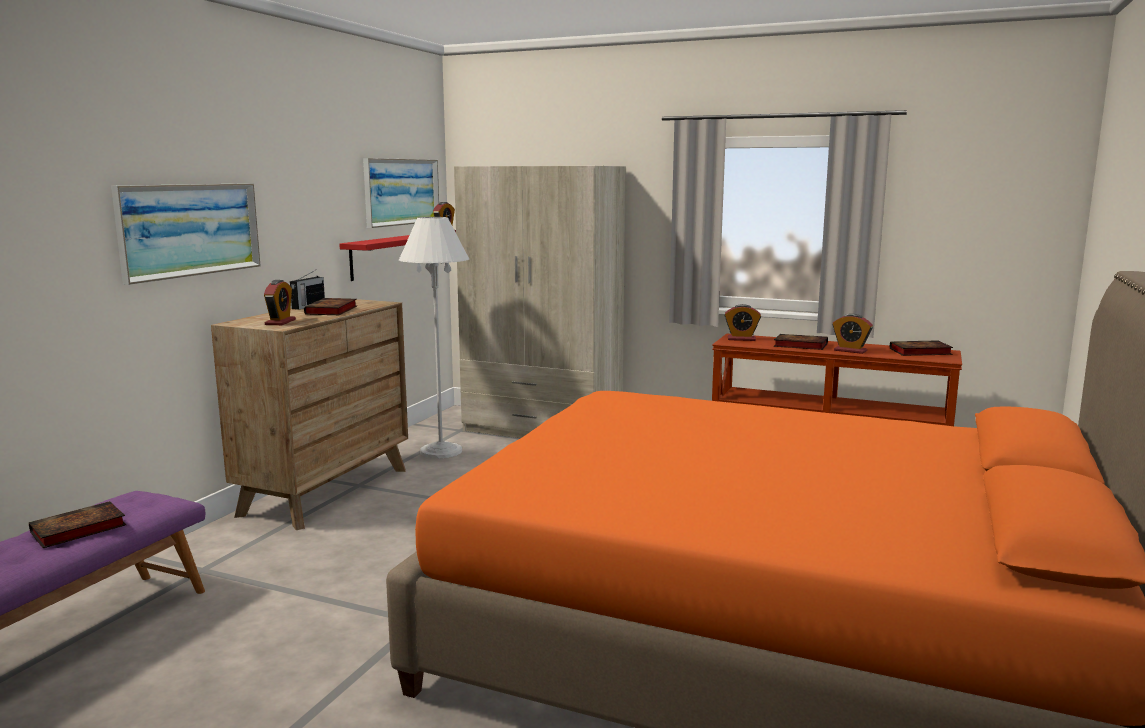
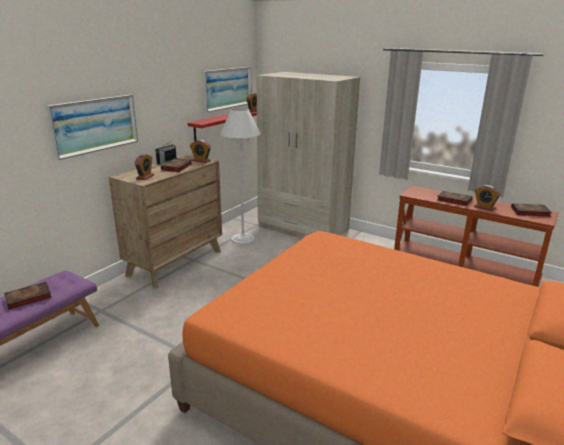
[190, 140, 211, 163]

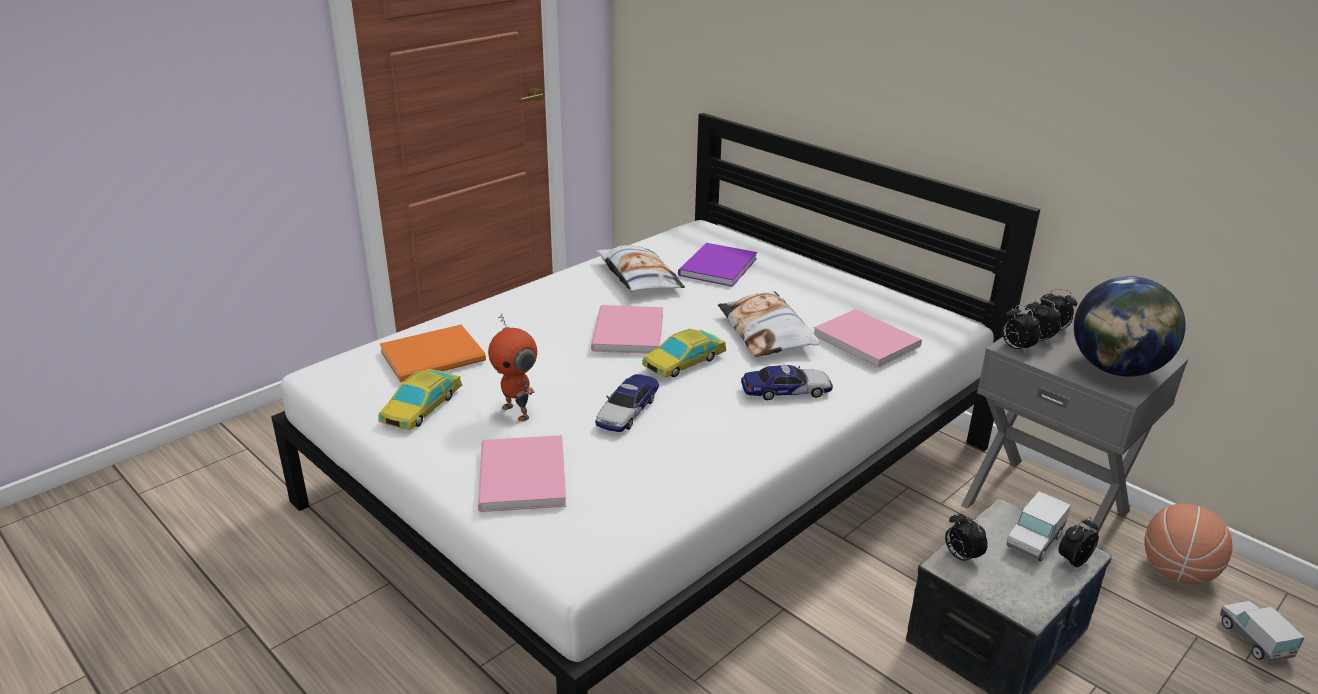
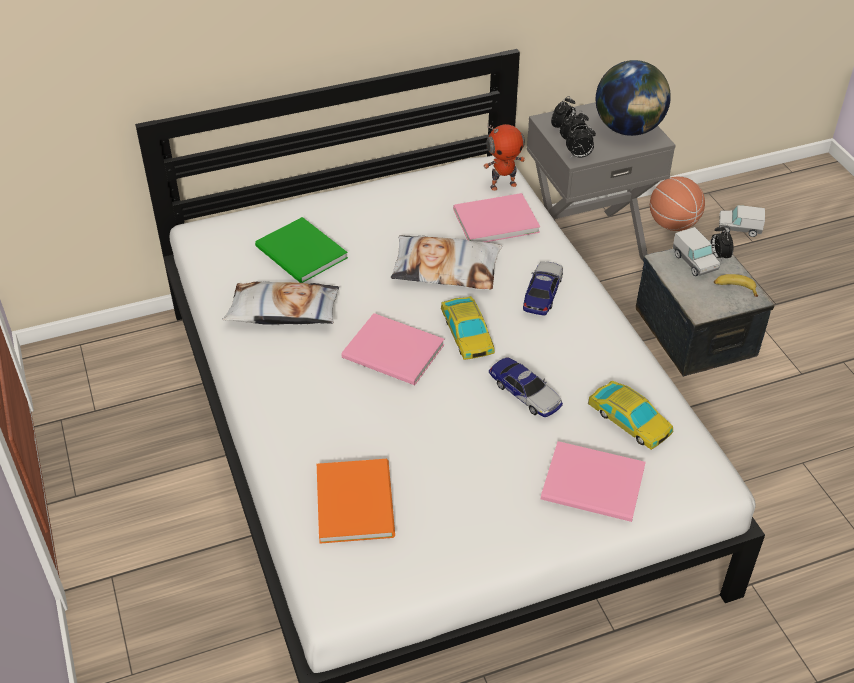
[255, 217, 348, 283]
[483, 123, 525, 191]
[588, 381, 673, 450]
[945, 511, 988, 566] (first image)
[714, 274, 758, 297]

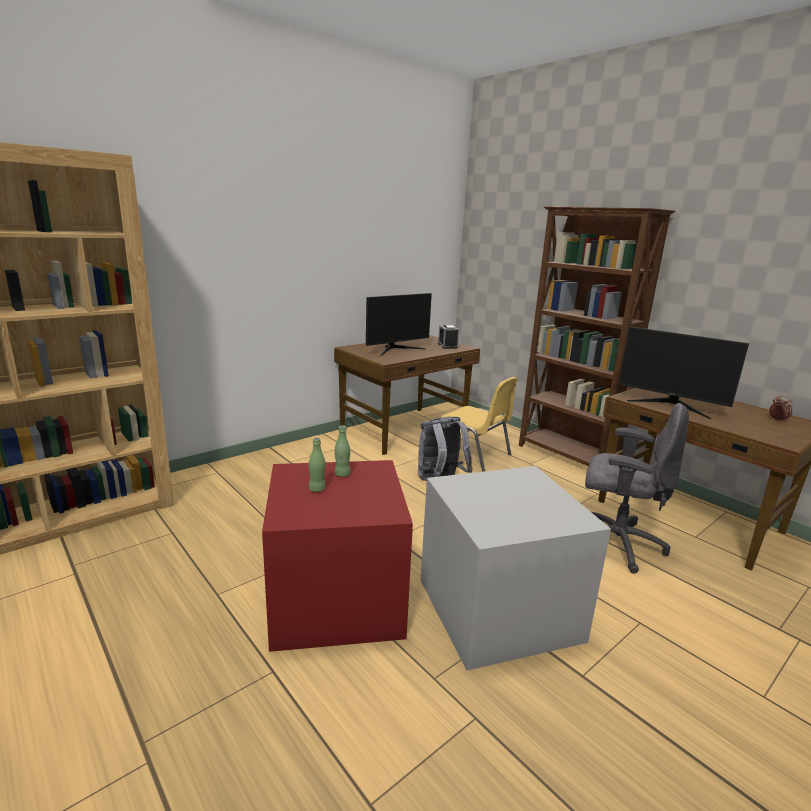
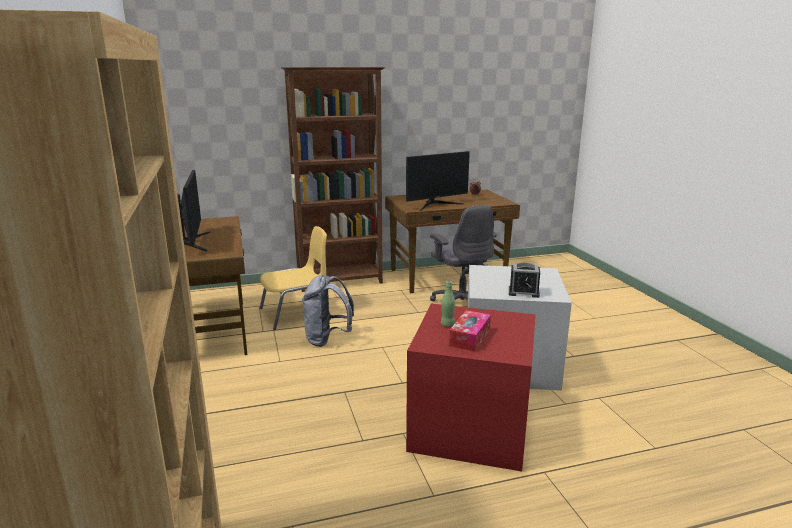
[509, 263, 540, 298]
[430, 205, 497, 301]
[449, 310, 491, 351]

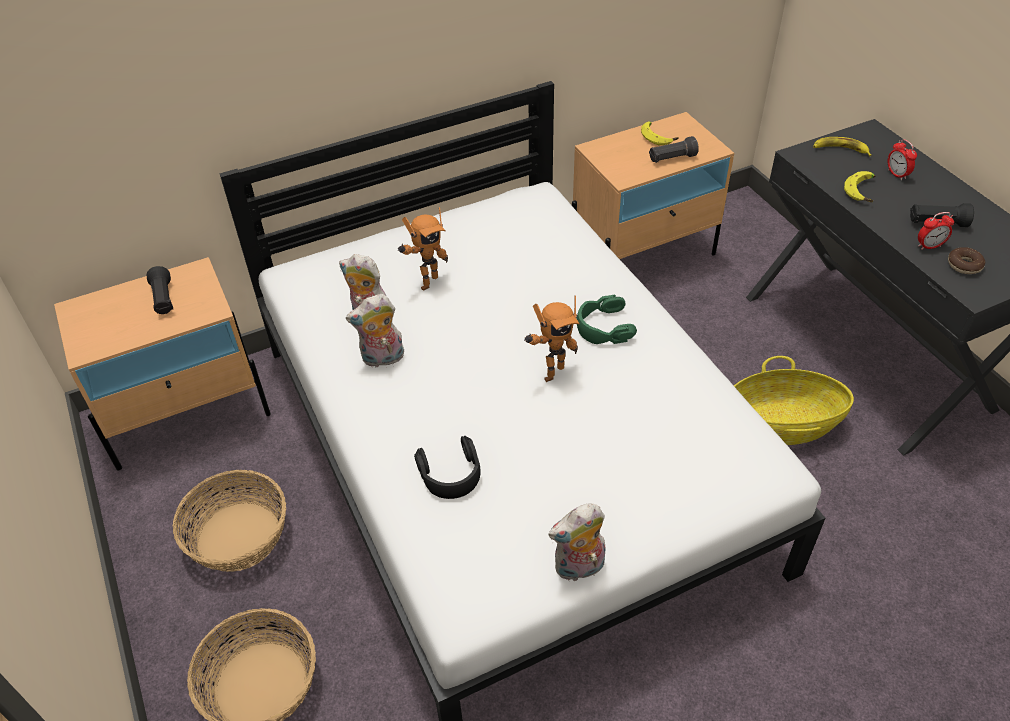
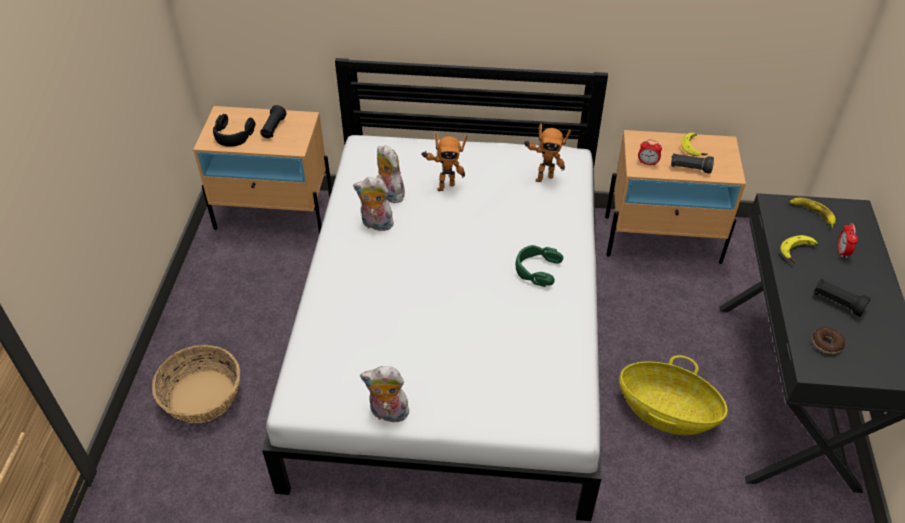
[638, 139, 662, 166]
[523, 124, 571, 182]
[213, 114, 255, 147]
[173, 470, 286, 572] (first image)

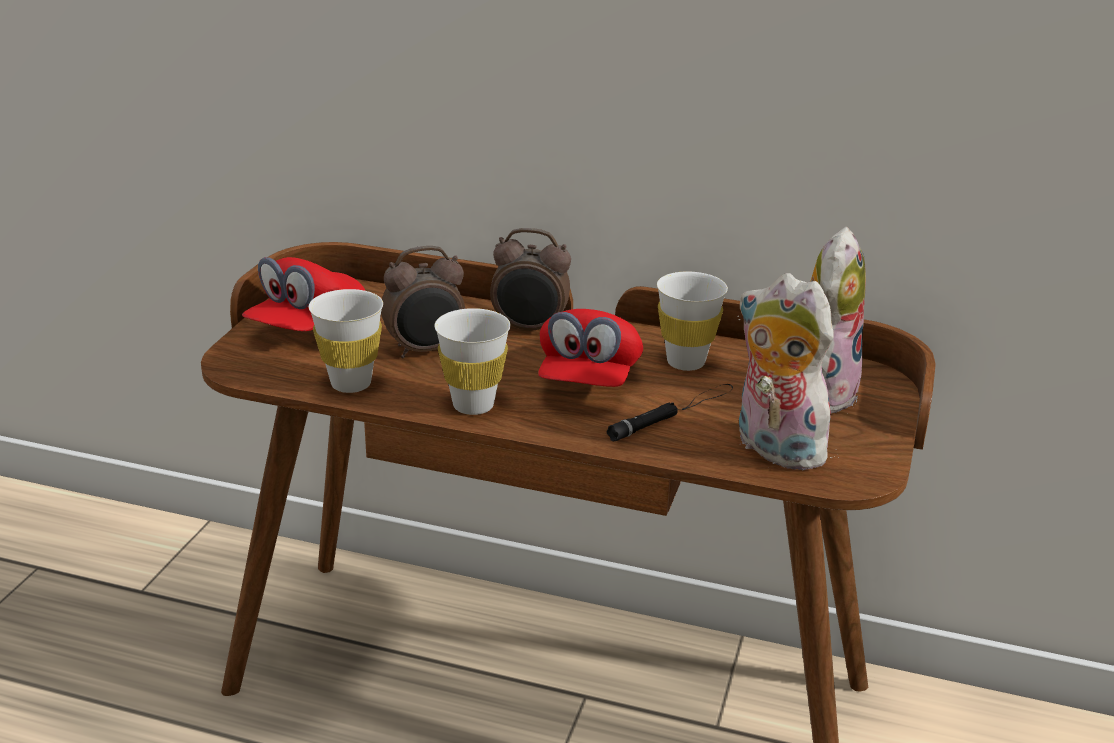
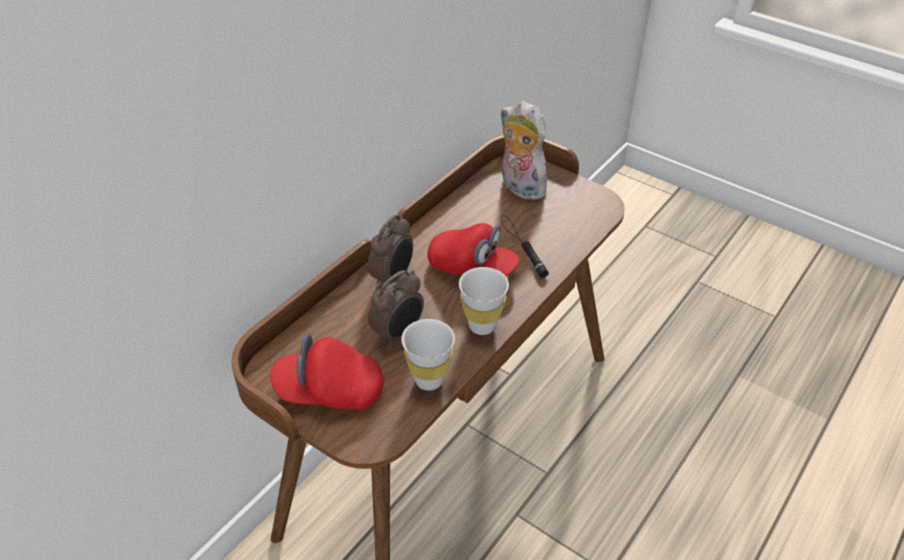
[368, 270, 424, 347]
[270, 333, 384, 410]
[657, 271, 728, 371] (first image)
[738, 273, 839, 471] (first image)

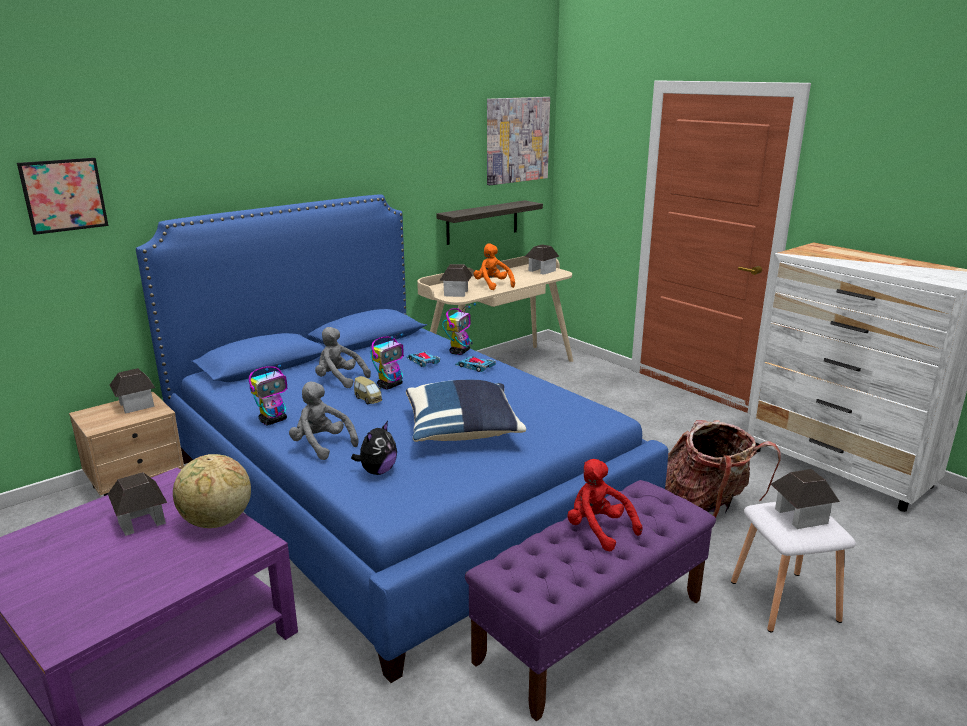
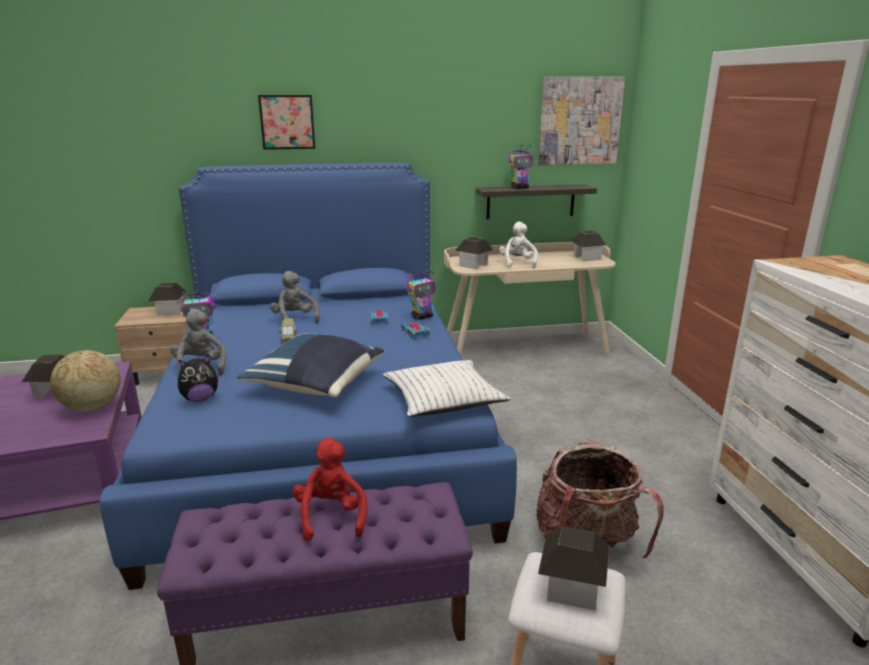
[258, 95, 315, 150]
[499, 222, 538, 268]
[509, 144, 533, 189]
[383, 360, 510, 417]

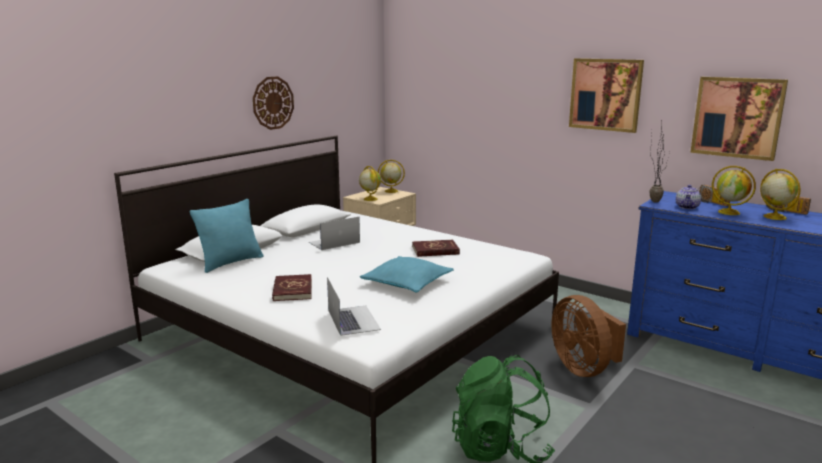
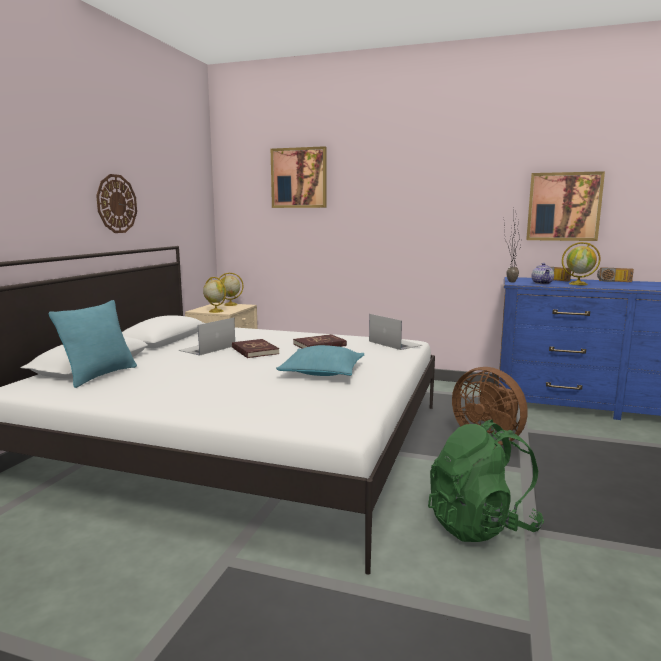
[271, 146, 327, 208]
[760, 169, 801, 220] (first image)
[232, 339, 279, 358]
[369, 314, 423, 350]

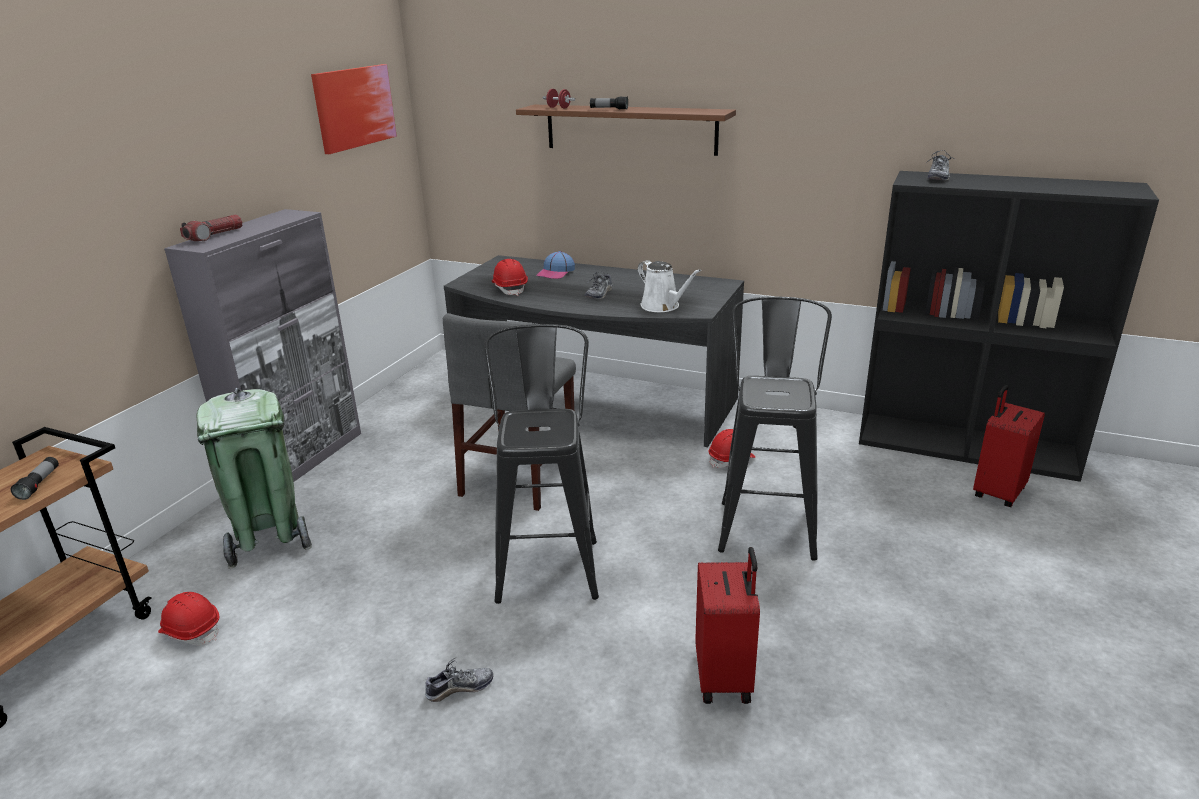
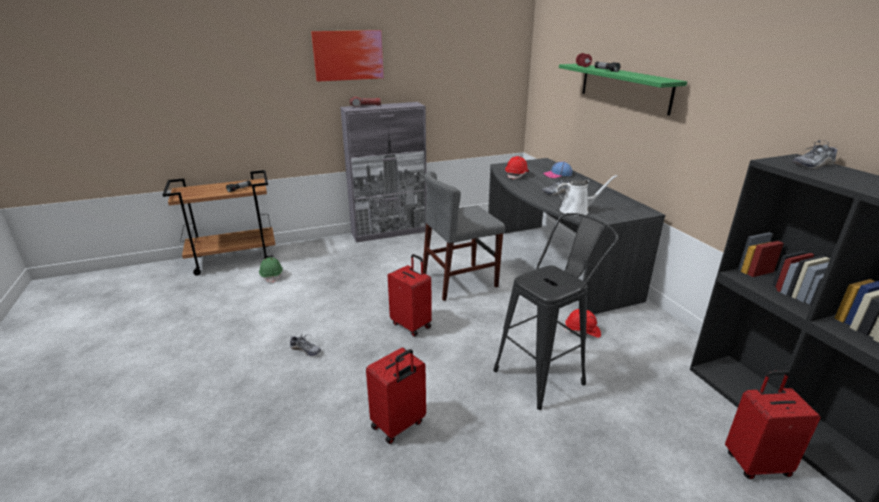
[311, 30, 384, 82]
[559, 64, 687, 115]
[556, 175, 618, 216]
[388, 254, 432, 337]
[196, 388, 312, 569] (first image)
[259, 257, 283, 283]

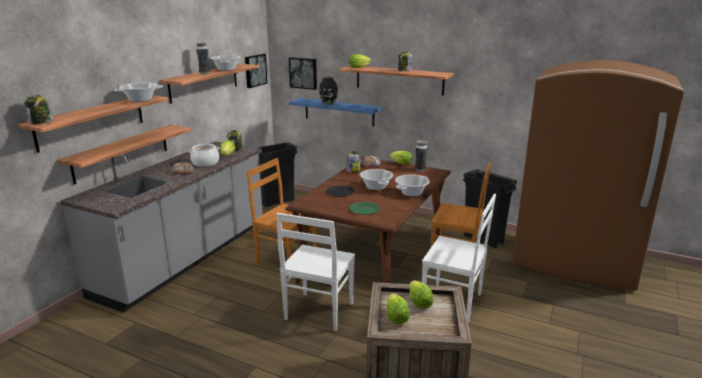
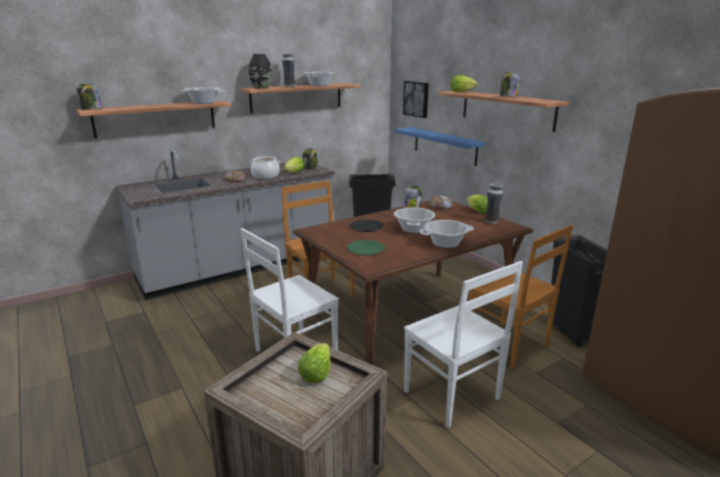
[245, 54, 268, 88] (first image)
[249, 54, 272, 89]
[58, 125, 191, 185] (first image)
[386, 293, 410, 324] (first image)

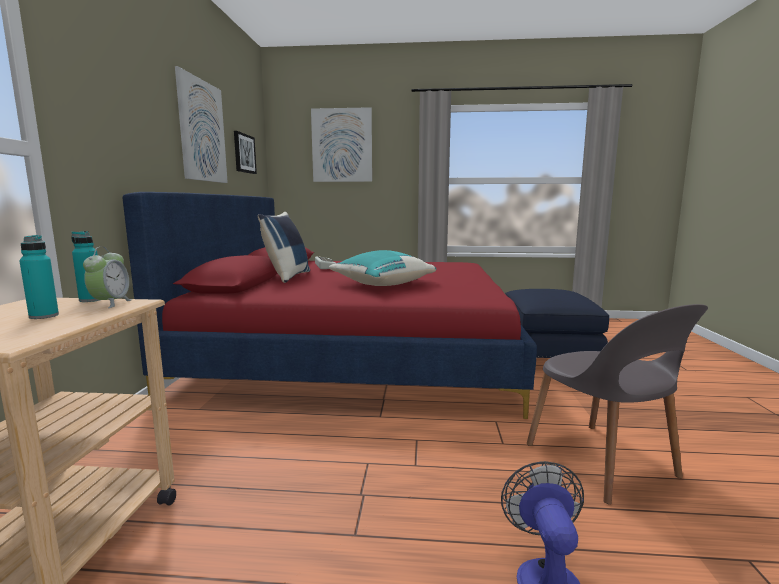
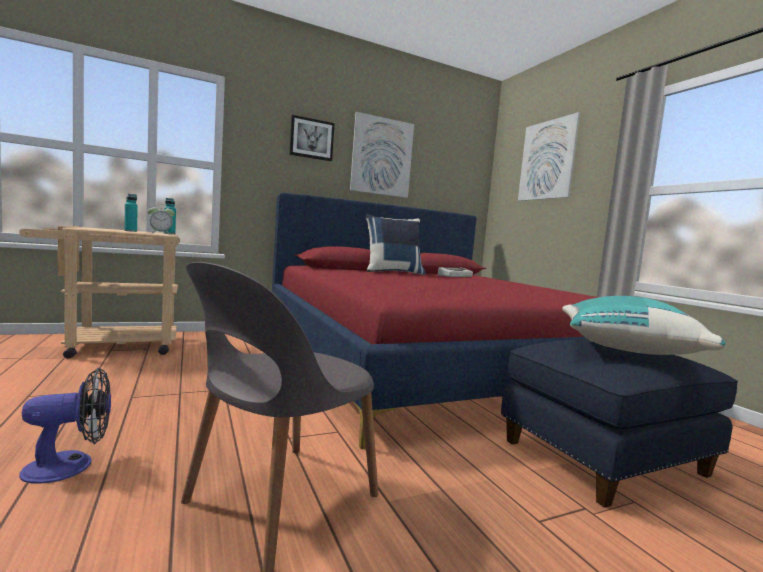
[289, 115, 335, 161]
[562, 296, 726, 355]

